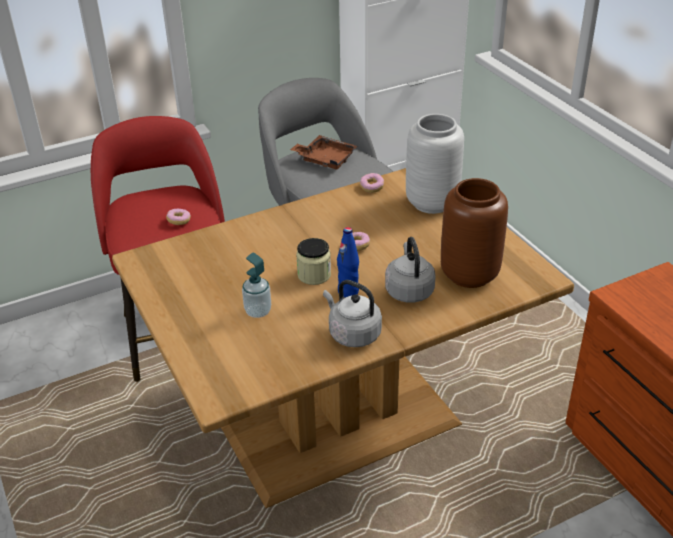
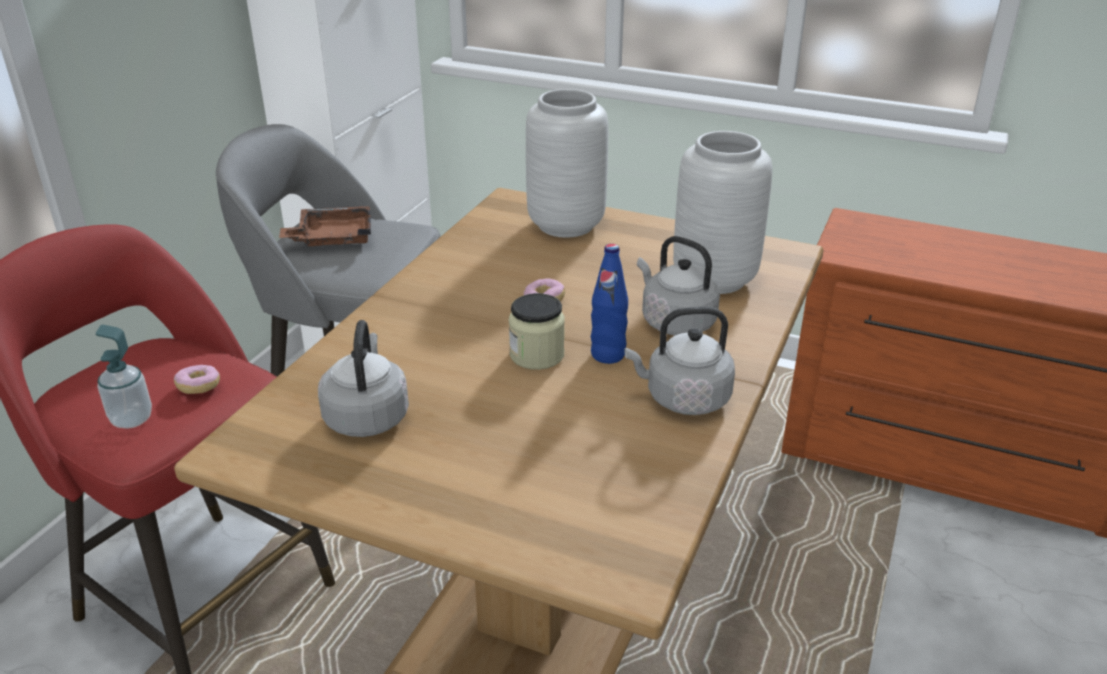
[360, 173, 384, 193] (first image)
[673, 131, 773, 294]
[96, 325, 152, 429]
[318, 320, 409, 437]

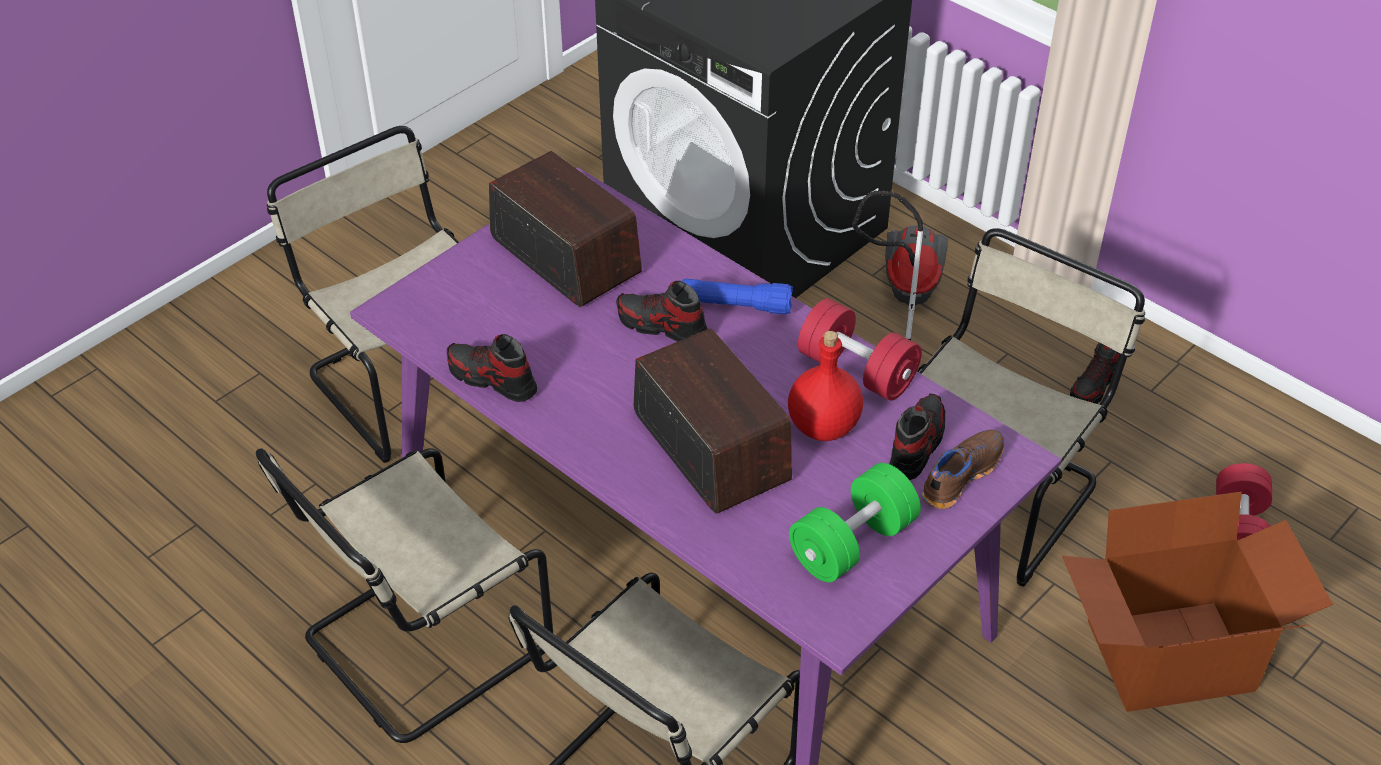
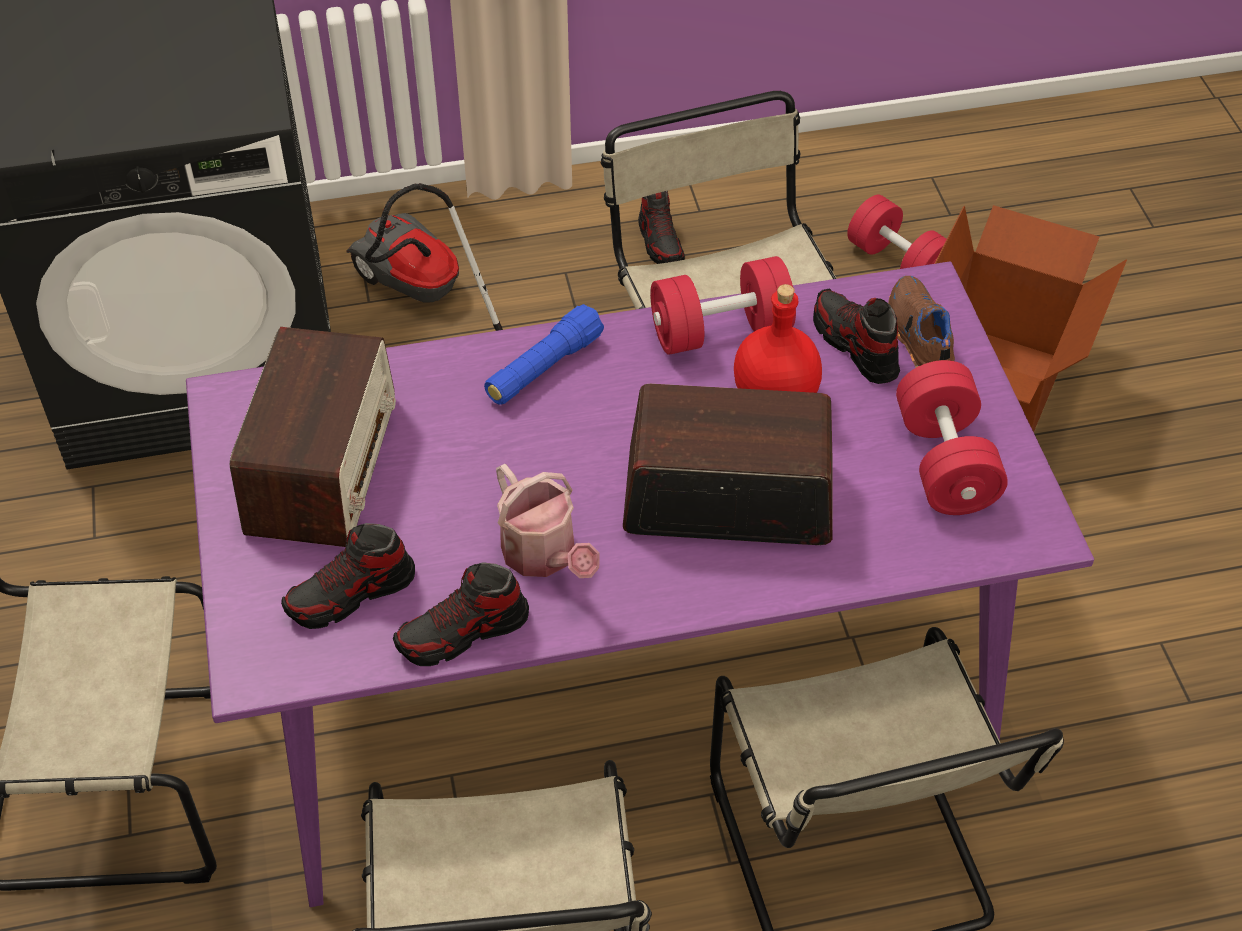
[230, 327, 396, 547]
[281, 523, 415, 629]
[896, 360, 1008, 515]
[496, 464, 599, 578]

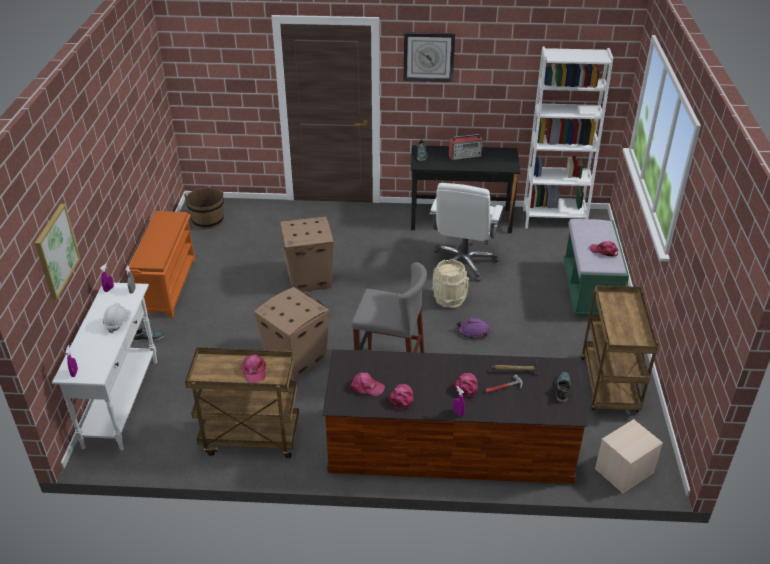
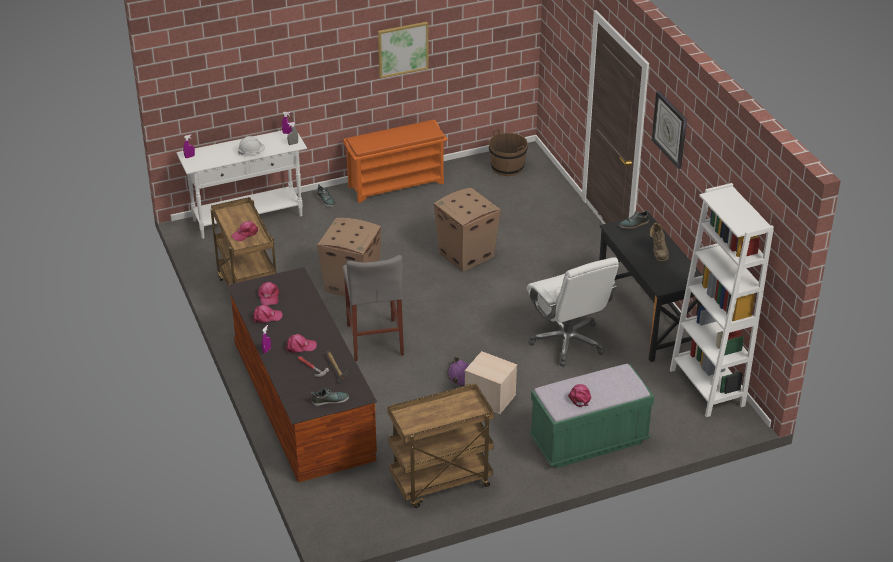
[650, 222, 669, 262]
[527, 257, 619, 366]
[378, 22, 429, 78]
[431, 259, 469, 308] (first image)
[465, 351, 517, 414]

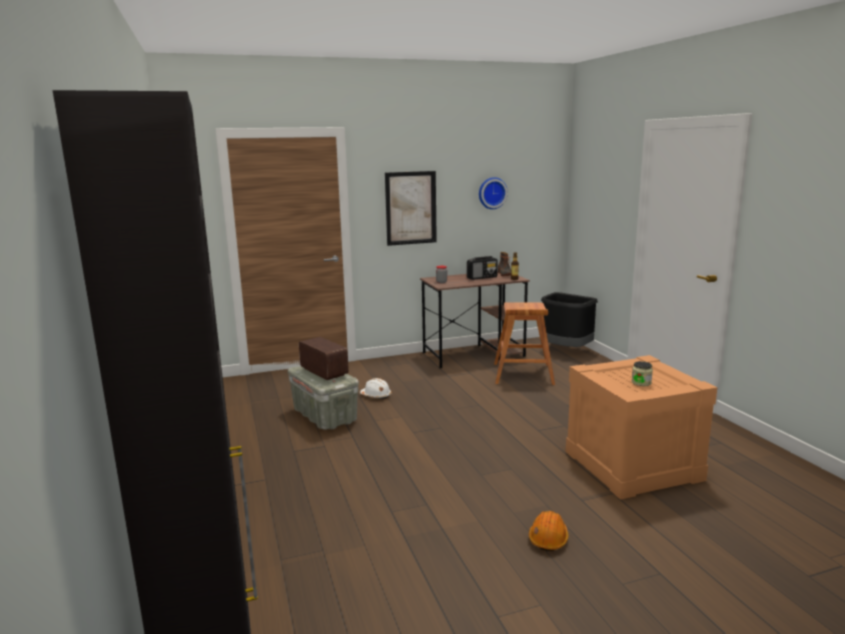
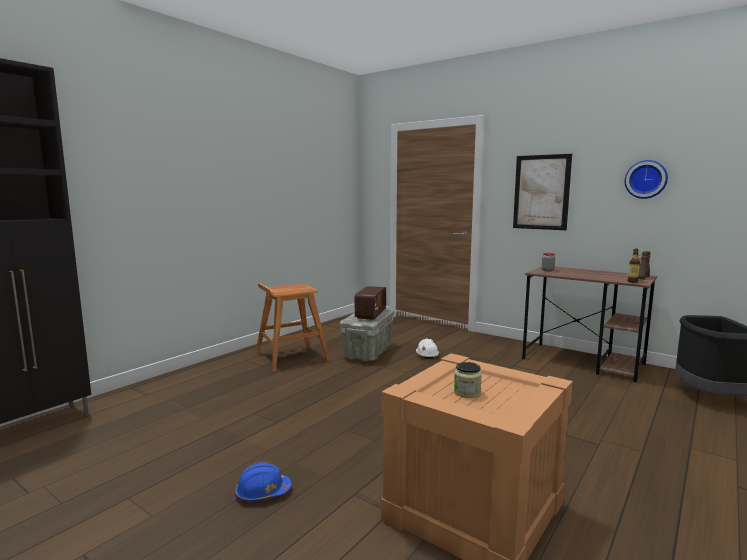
[467, 256, 498, 280] (first image)
[256, 283, 330, 371]
[235, 462, 292, 501]

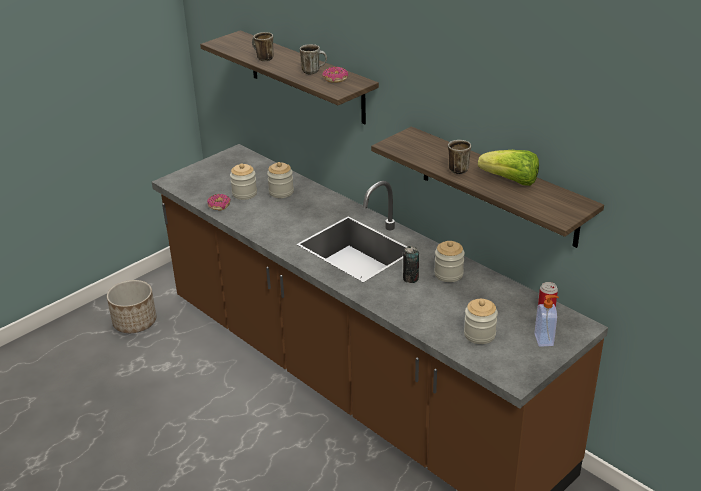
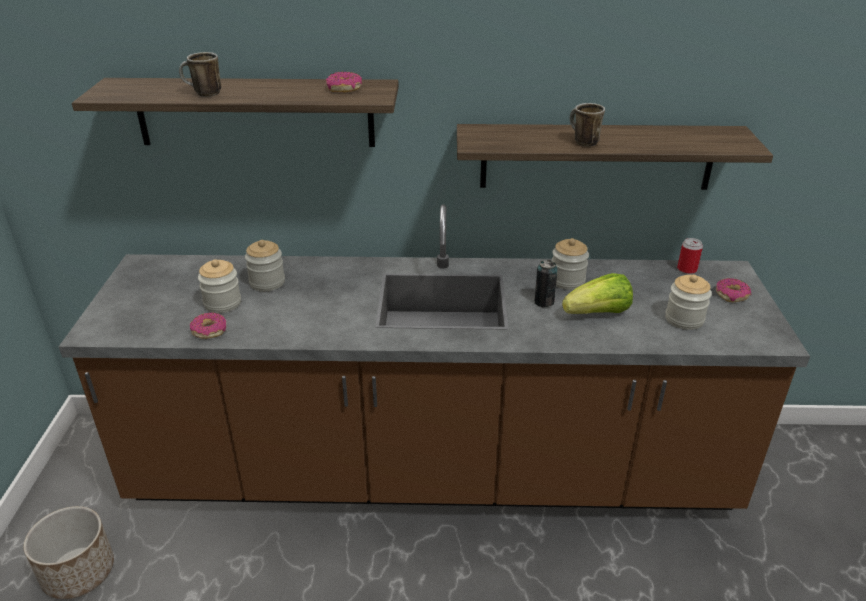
[300, 44, 327, 75] (first image)
[562, 273, 633, 314]
[716, 278, 751, 302]

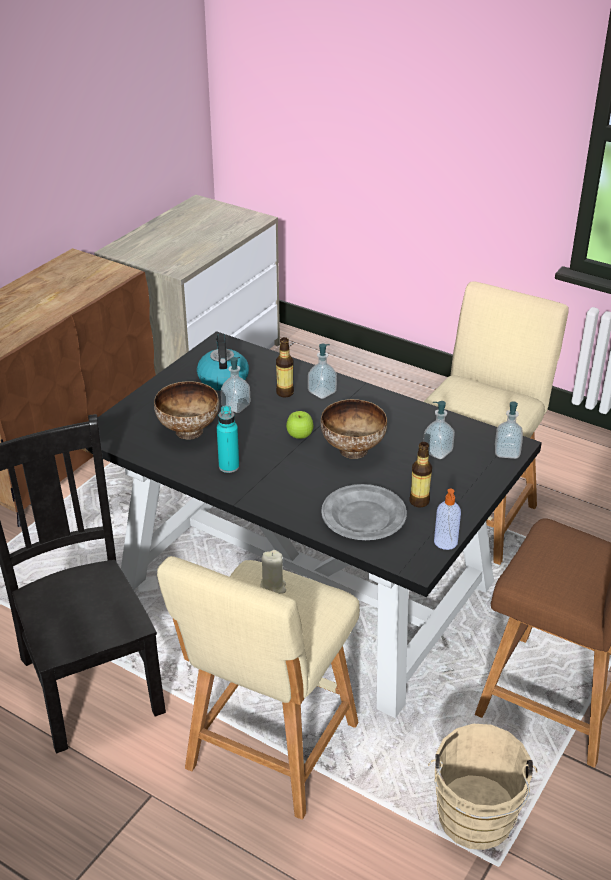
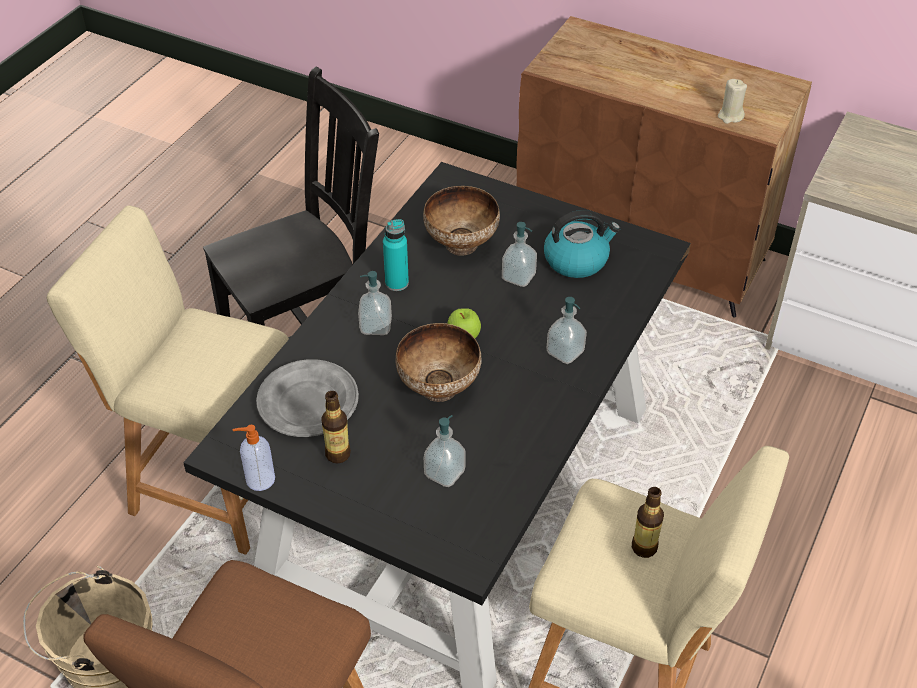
[632, 487, 664, 558]
[358, 271, 392, 335]
[718, 79, 747, 124]

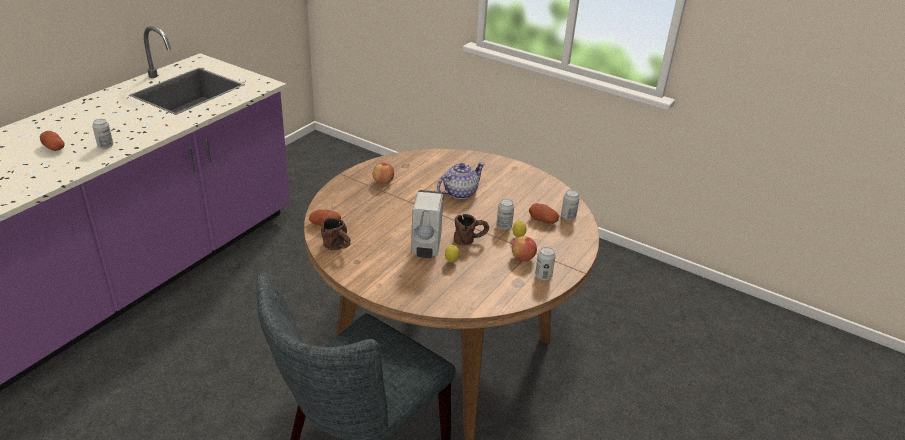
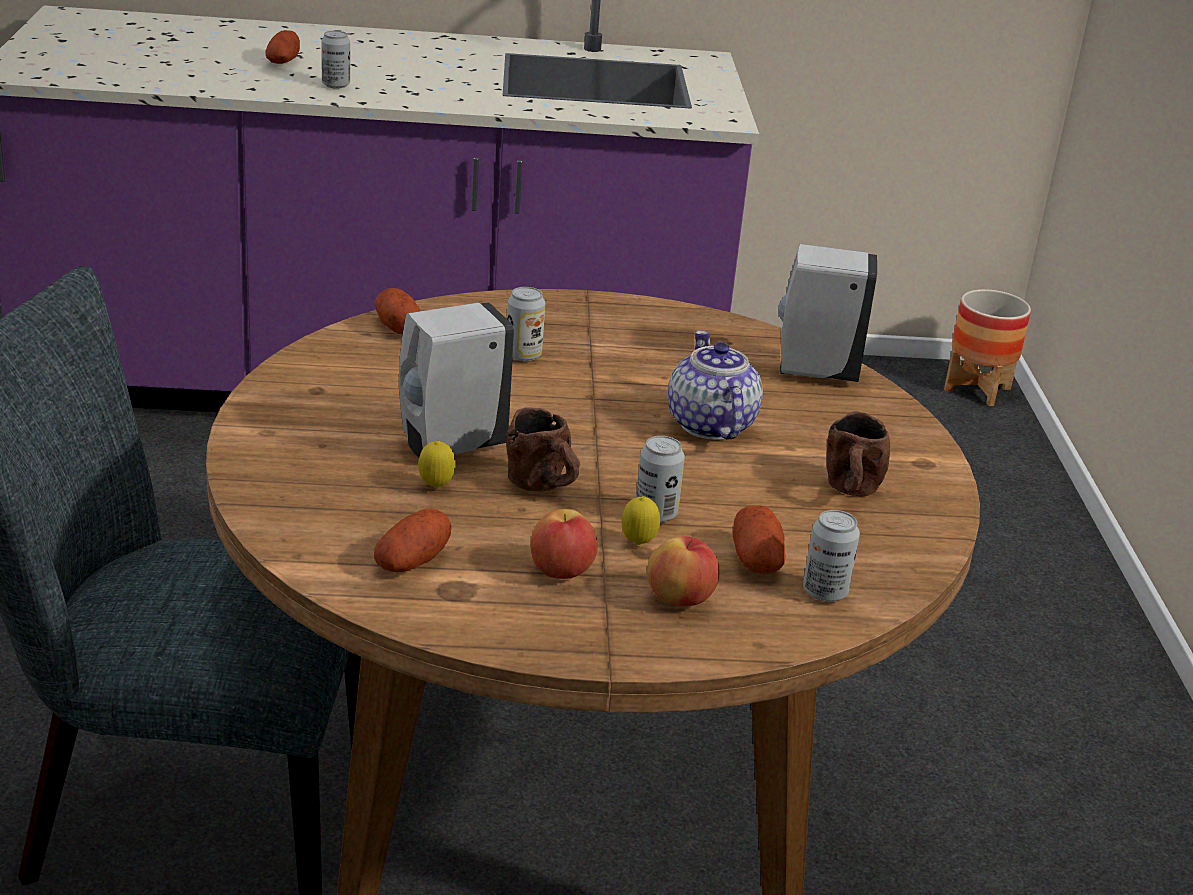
[647, 536, 719, 606]
[668, 330, 763, 440]
[826, 411, 890, 496]
[507, 287, 545, 362]
[778, 244, 877, 382]
[944, 289, 1031, 406]
[374, 508, 452, 572]

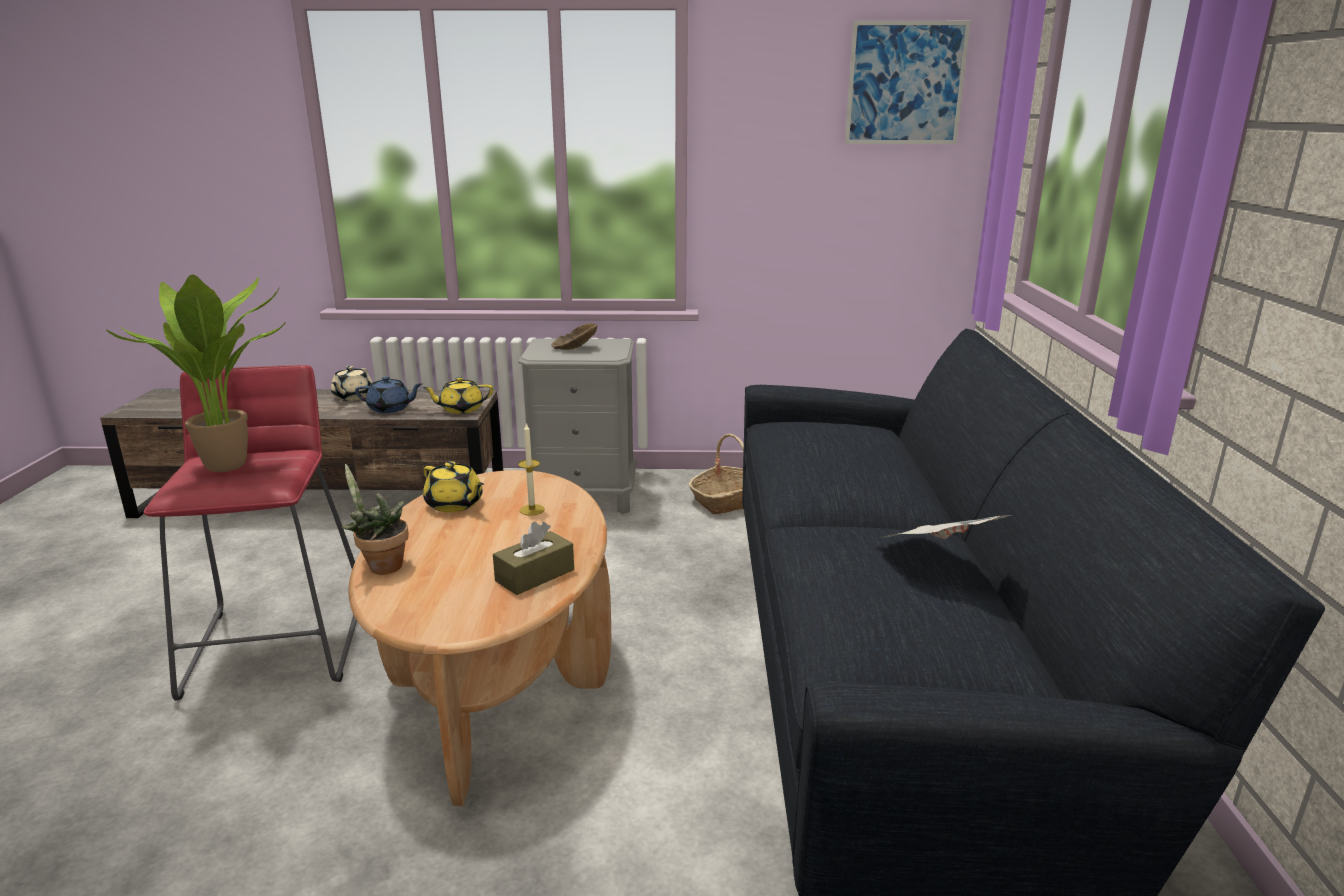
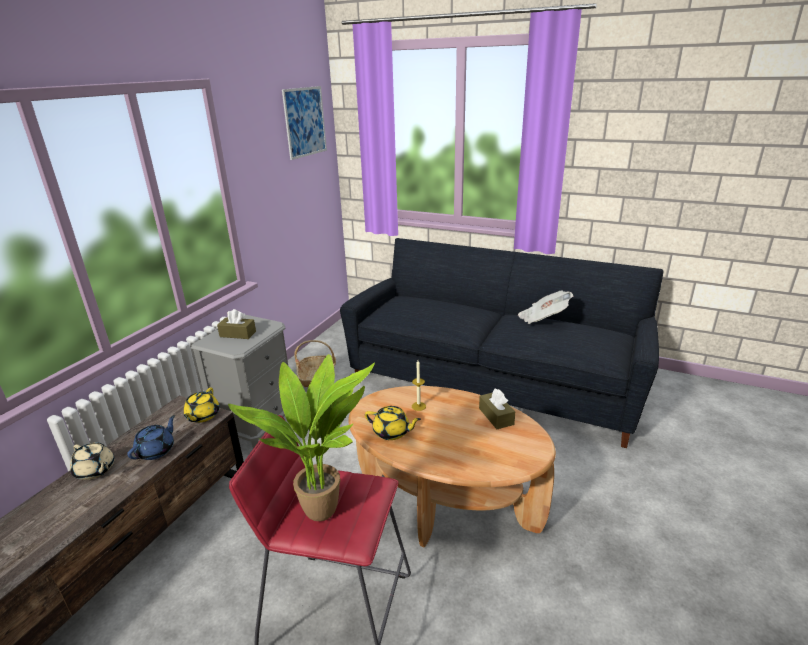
[217, 309, 256, 339]
[365, 406, 421, 440]
[342, 464, 409, 575] (first image)

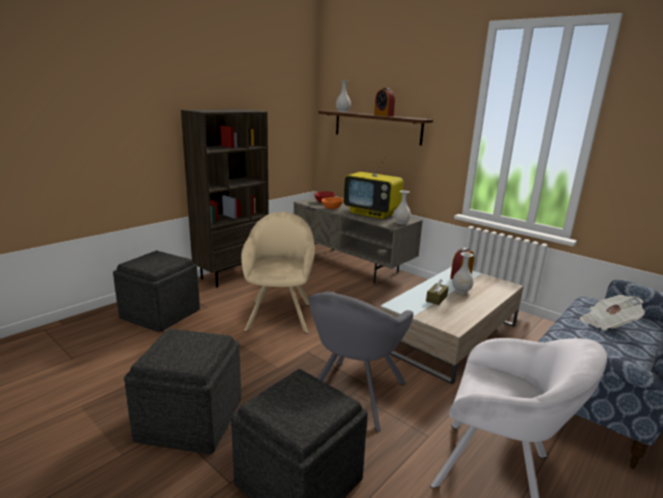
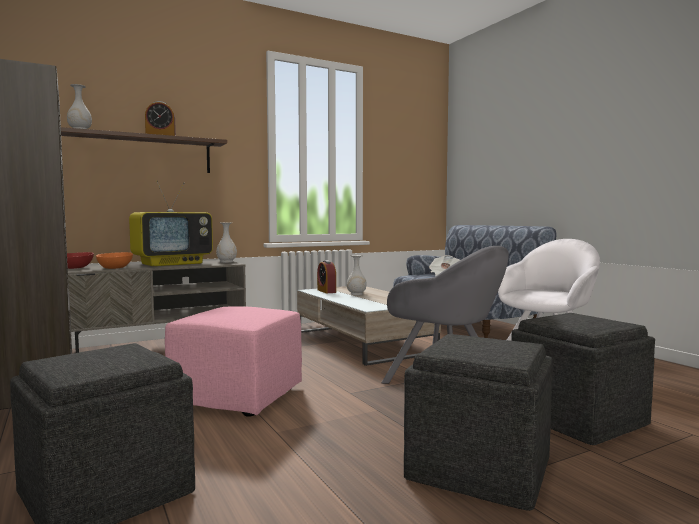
[165, 306, 302, 417]
[426, 279, 449, 305] (first image)

